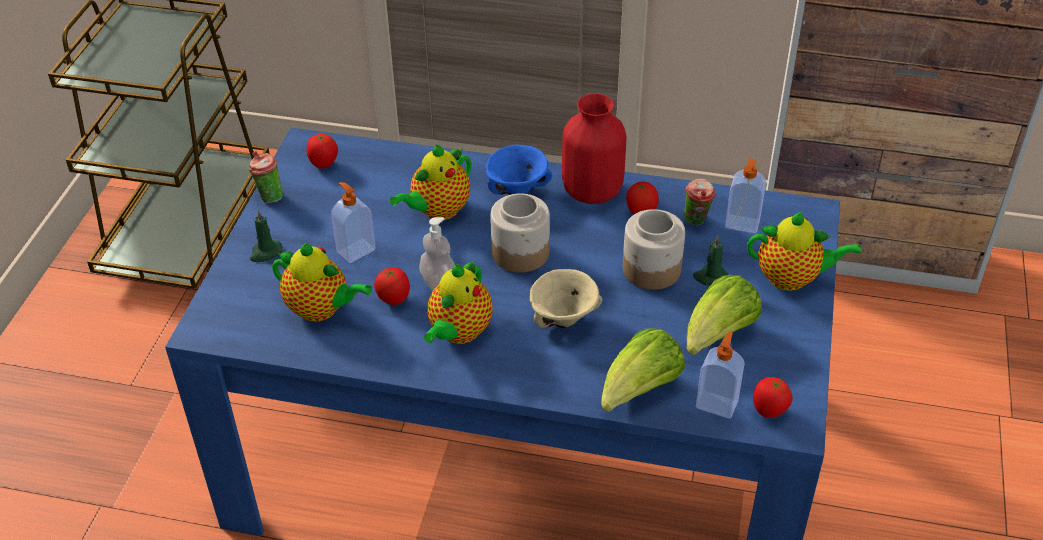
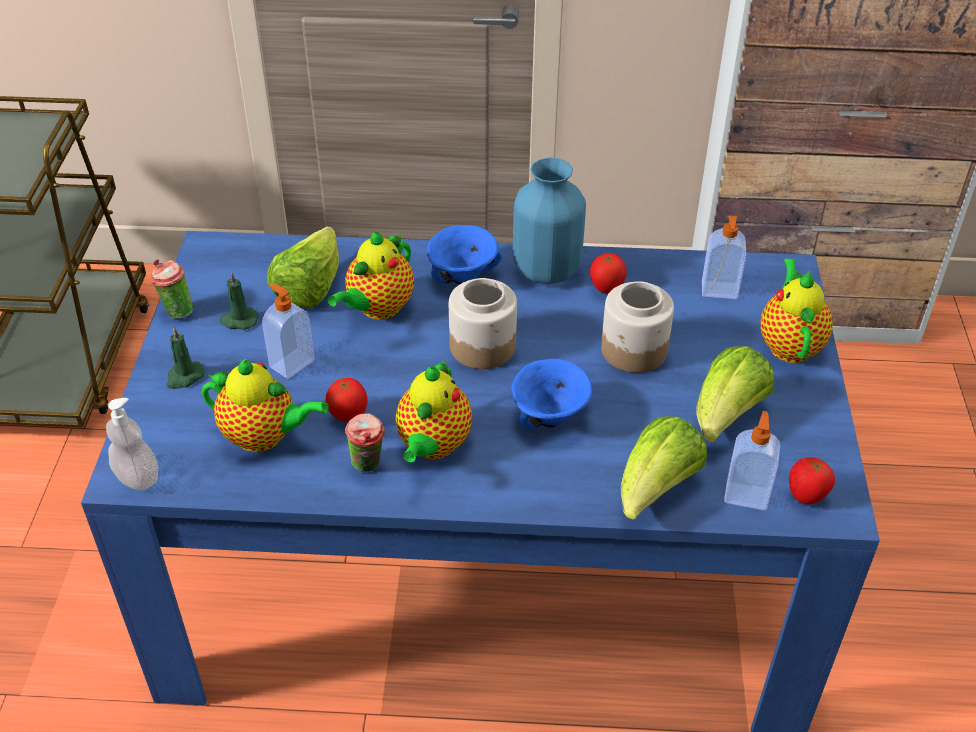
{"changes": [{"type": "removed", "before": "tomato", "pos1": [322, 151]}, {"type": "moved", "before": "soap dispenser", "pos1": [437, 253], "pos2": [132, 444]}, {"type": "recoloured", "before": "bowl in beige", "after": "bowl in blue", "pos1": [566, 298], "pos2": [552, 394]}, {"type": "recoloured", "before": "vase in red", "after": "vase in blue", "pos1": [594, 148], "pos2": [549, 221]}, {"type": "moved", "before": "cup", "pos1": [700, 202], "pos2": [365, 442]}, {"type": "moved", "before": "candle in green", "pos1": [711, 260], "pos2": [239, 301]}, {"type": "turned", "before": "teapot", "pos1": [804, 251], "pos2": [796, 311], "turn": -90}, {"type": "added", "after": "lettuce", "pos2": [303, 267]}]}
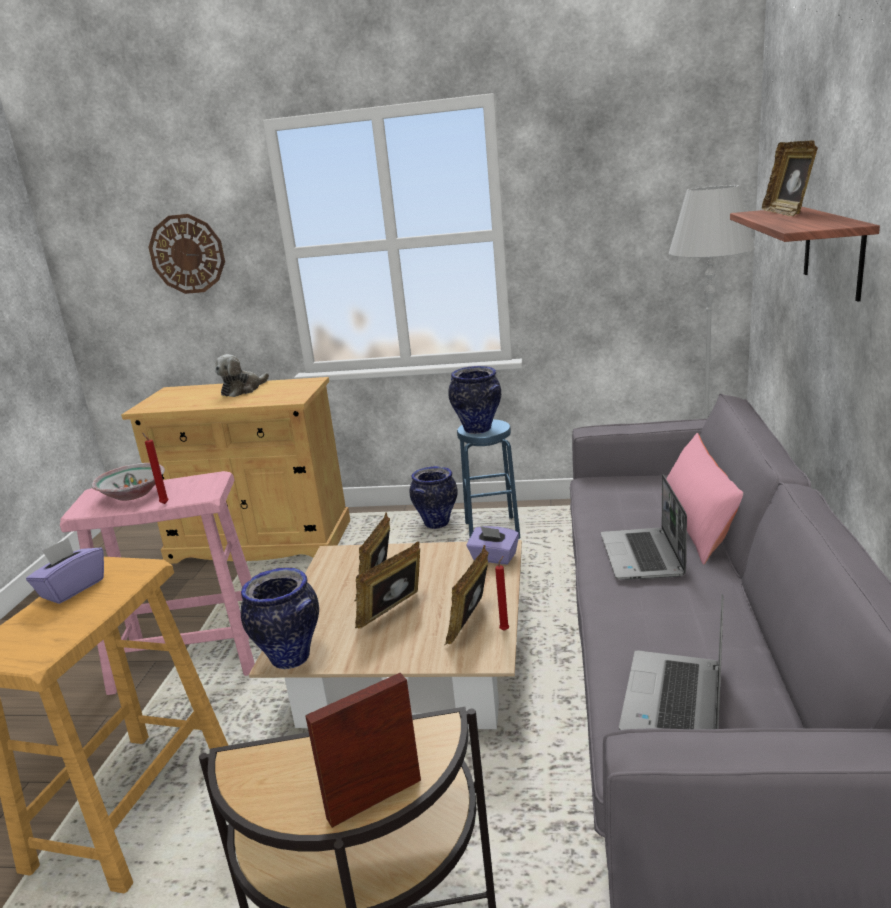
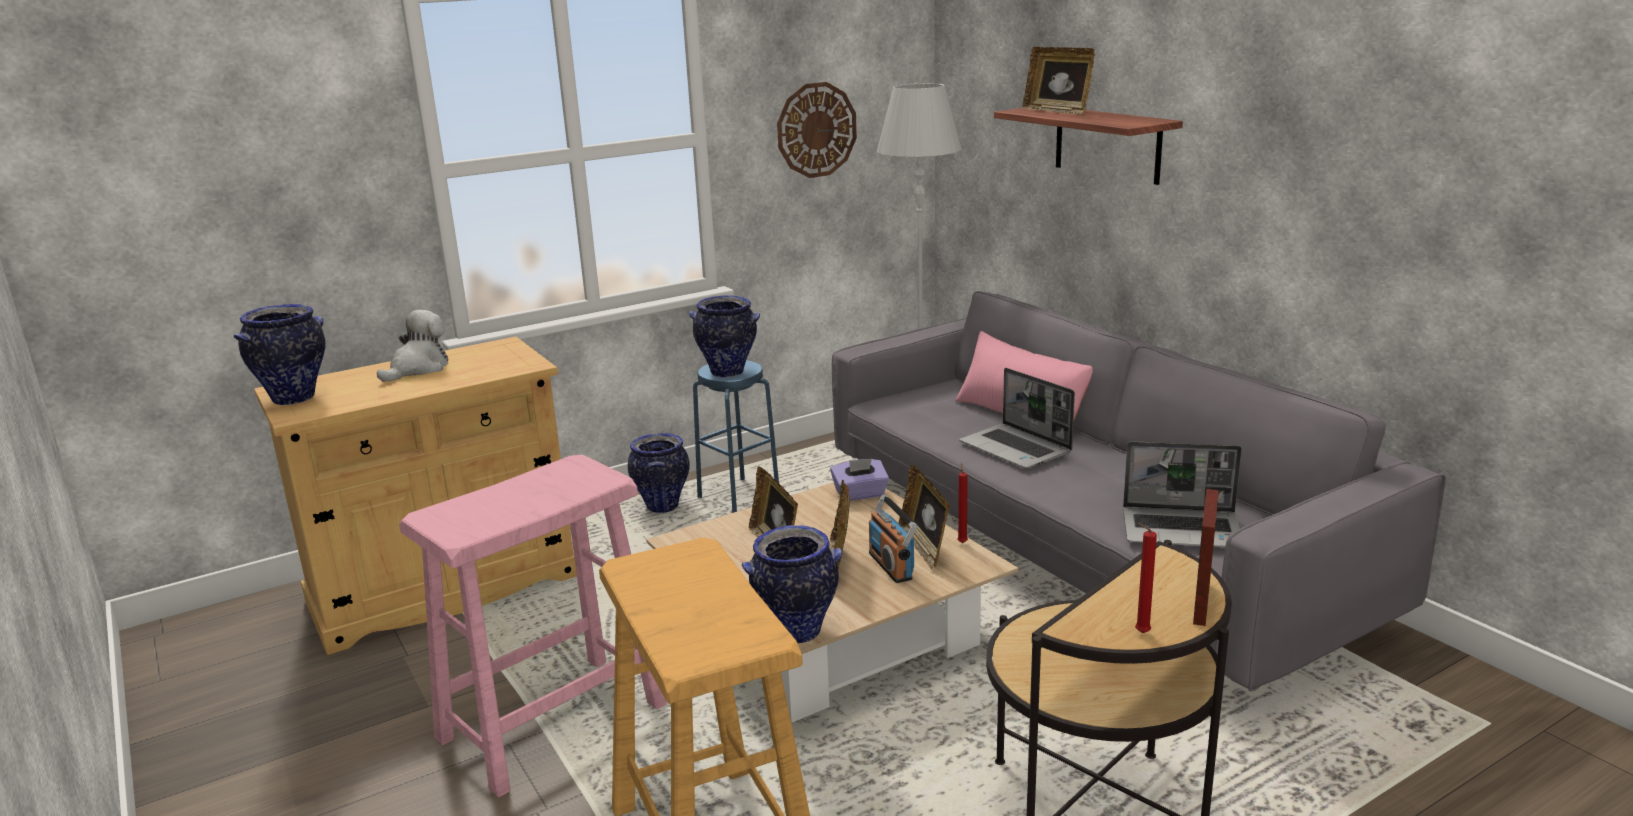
{"changes": [{"type": "removed", "before": "tissue box in purple", "pos1": [65, 571]}, {"type": "removed", "before": "bowl", "pos1": [128, 482]}, {"type": "moved", "before": "candle in red", "pos1": [155, 468], "pos2": [1146, 578]}, {"type": "moved", "before": "wall clock", "pos1": [186, 254], "pos2": [817, 130]}, {"type": "turned", "before": "plush toy", "pos1": [242, 375], "pos2": [412, 346], "turn": -150}, {"type": "turned", "before": "laptop", "pos1": [671, 662], "pos2": [1182, 494], "turn": -60}, {"type": "added", "after": "vase", "pos2": [279, 354]}, {"type": "added", "after": "radio", "pos2": [893, 539]}]}
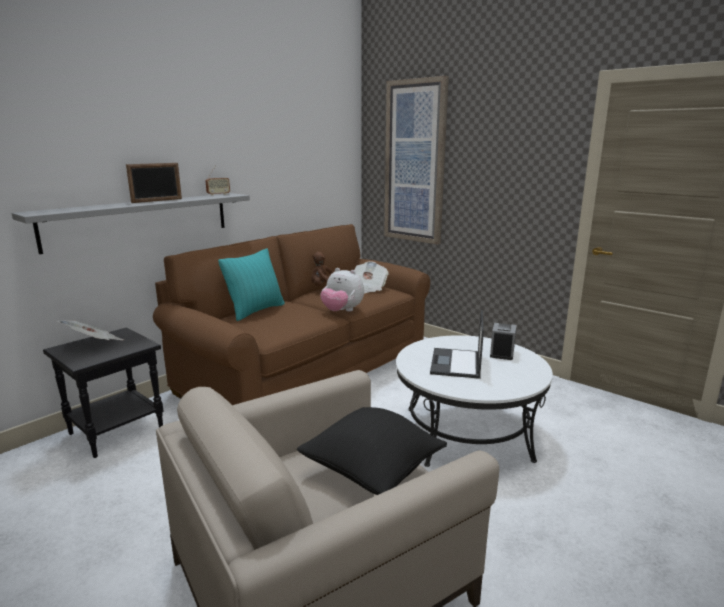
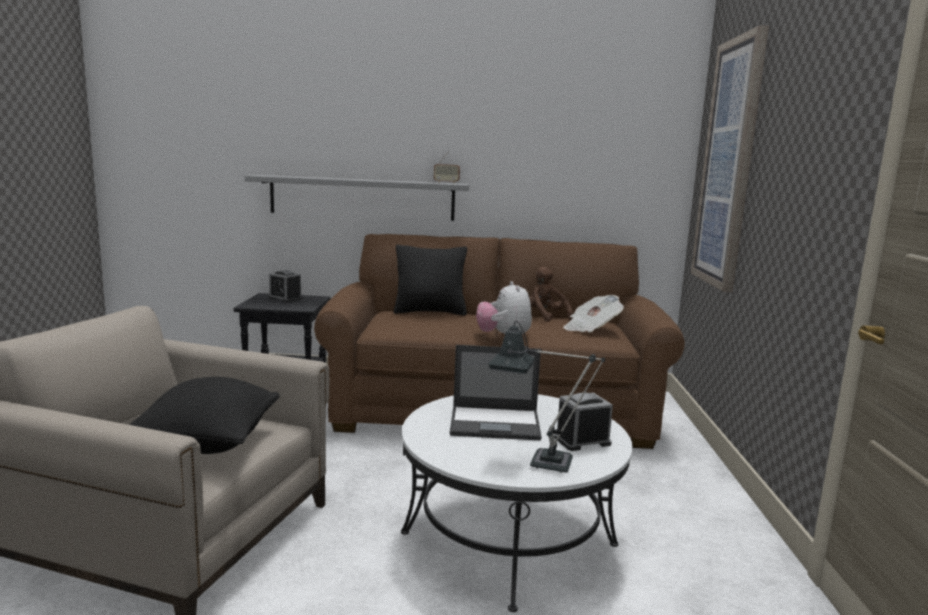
{"changes": [{"type": "replaced", "before": "newspaper", "after": "alarm clock", "pos1": [90, 330], "pos2": [285, 286]}, {"type": "removed", "before": "picture frame", "pos1": [154, 183]}, {"type": "recoloured", "before": "pillow in turquoise", "after": "pillow in black", "pos1": [251, 284], "pos2": [430, 280]}, {"type": "turned", "before": "laptop", "pos1": [457, 344], "pos2": [496, 392], "turn": -150}, {"type": "added", "after": "table lamp", "pos2": [547, 397]}]}
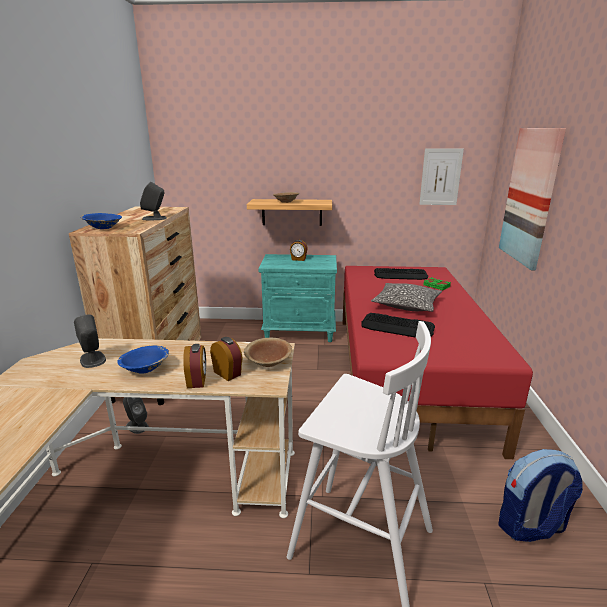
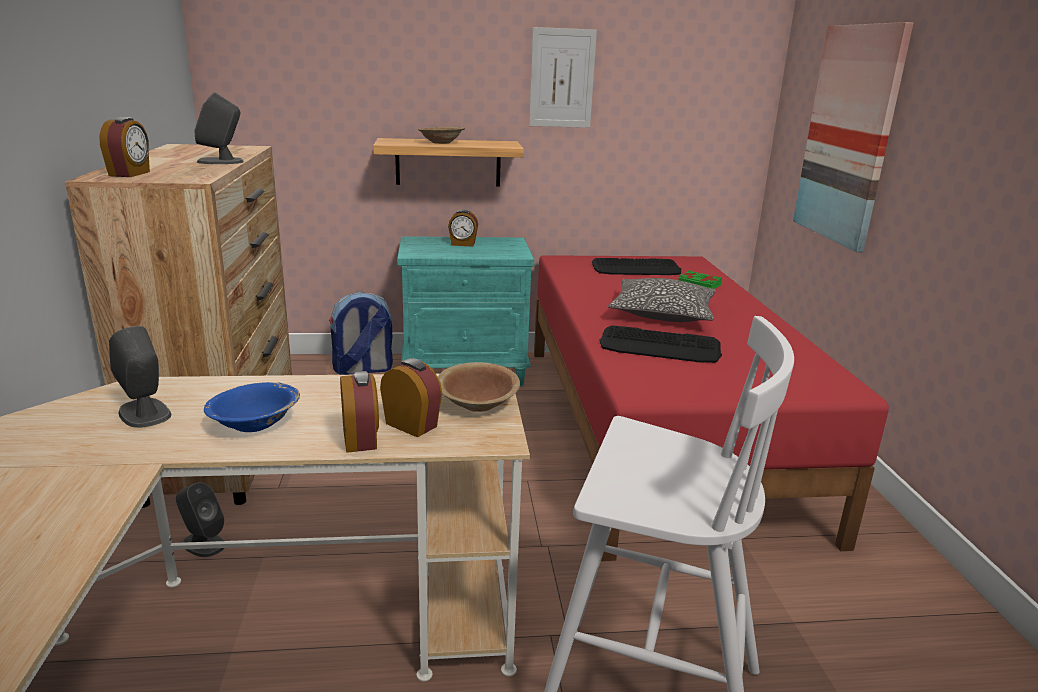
{"changes": [{"type": "replaced", "before": "bowl in blue", "after": "alarm clock", "pos1": [101, 221], "pos2": [124, 147]}, {"type": "moved", "before": "picture", "pos1": [441, 176], "pos2": [563, 77]}, {"type": "moved", "before": "backpack", "pos1": [540, 495], "pos2": [361, 333]}]}
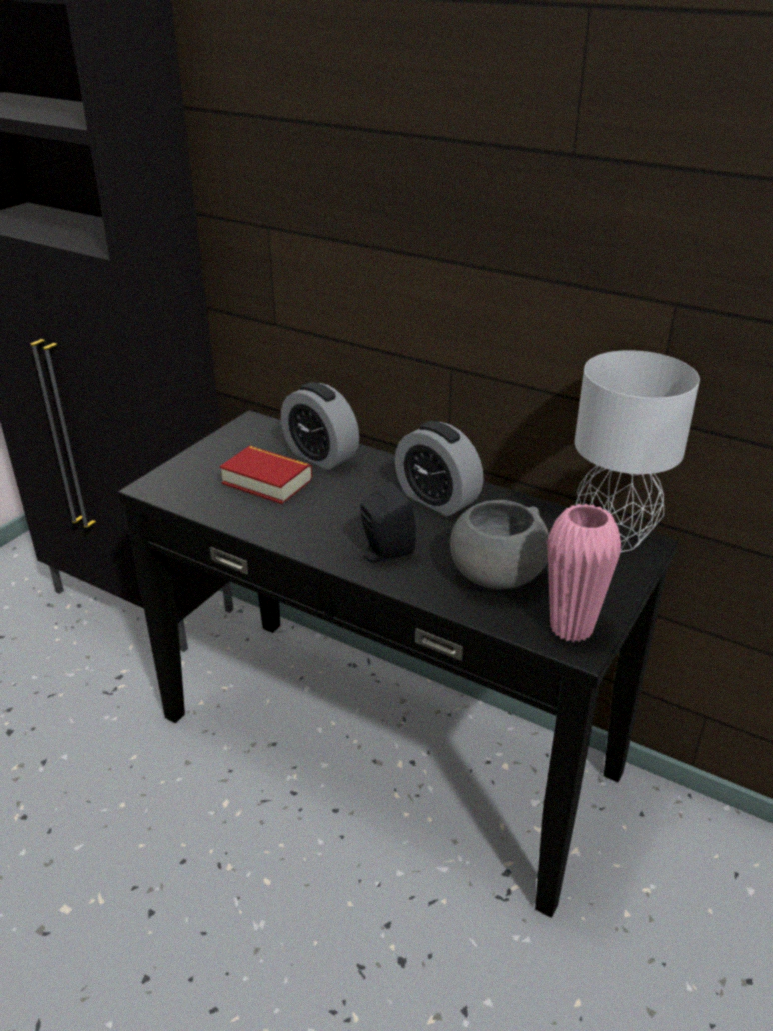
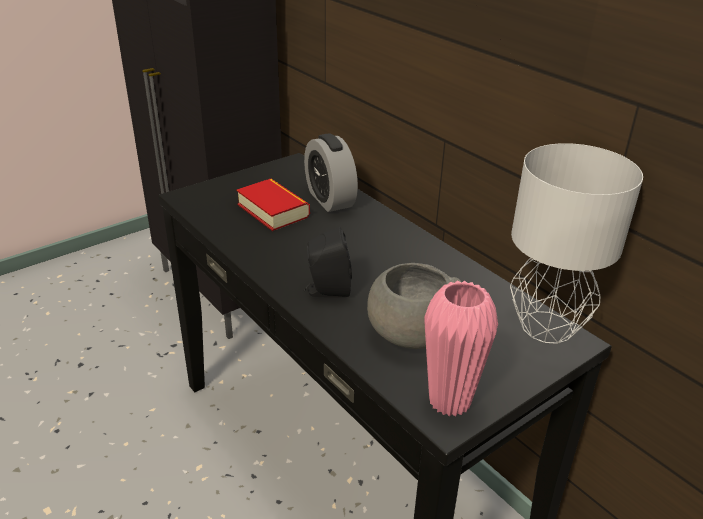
{"changes": [{"type": "removed", "before": "alarm clock", "pos1": [439, 469]}]}
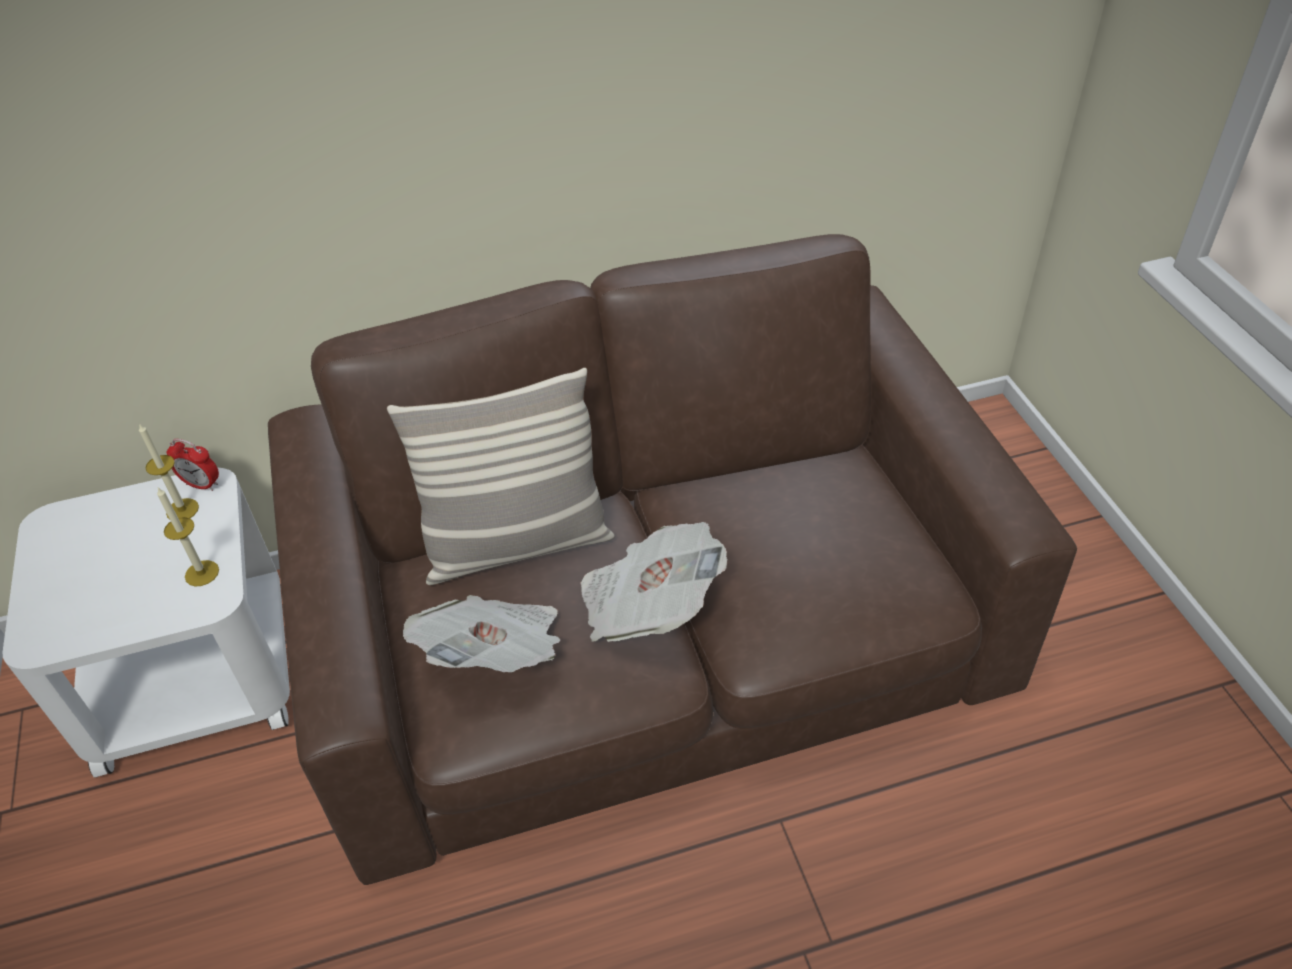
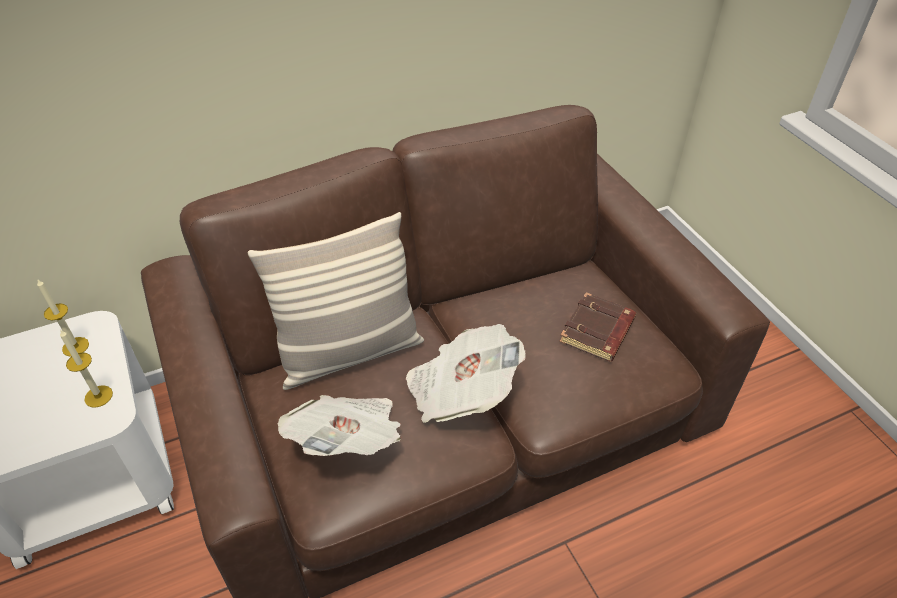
{"changes": [{"type": "removed", "before": "alarm clock", "pos1": [193, 465]}, {"type": "added", "after": "book in brown", "pos2": [597, 326]}]}
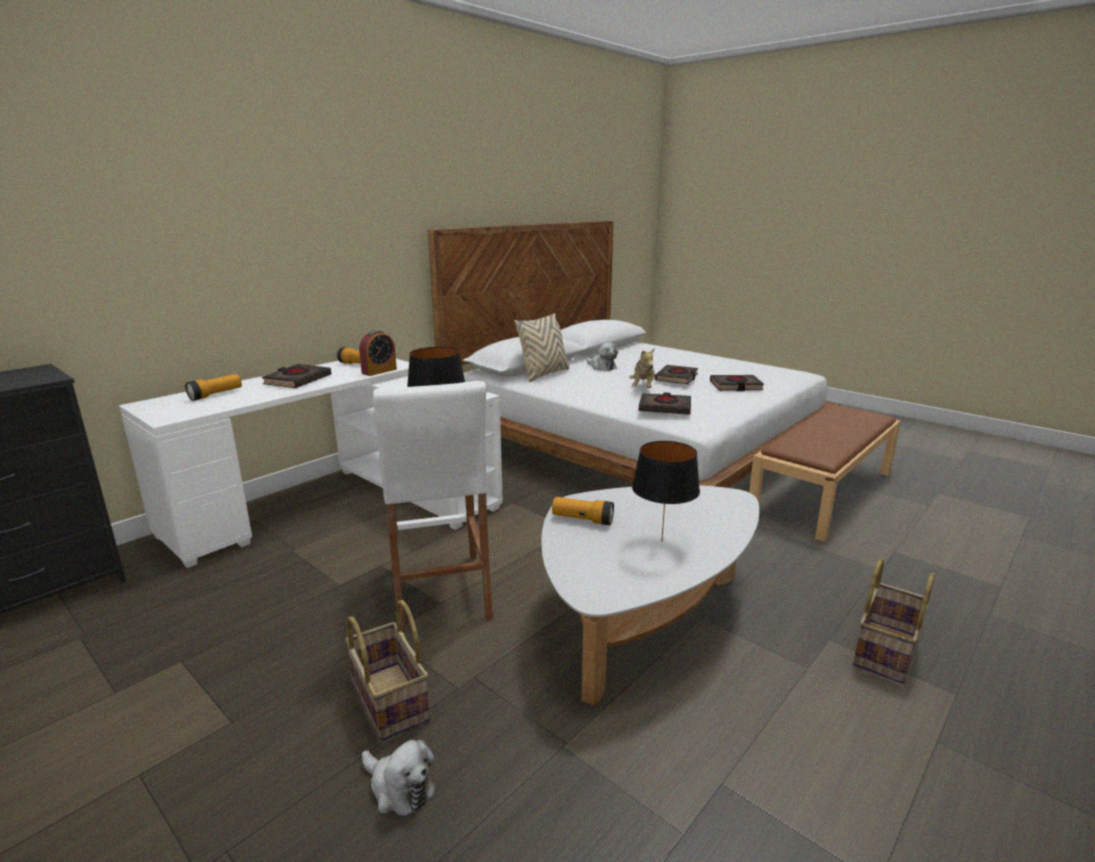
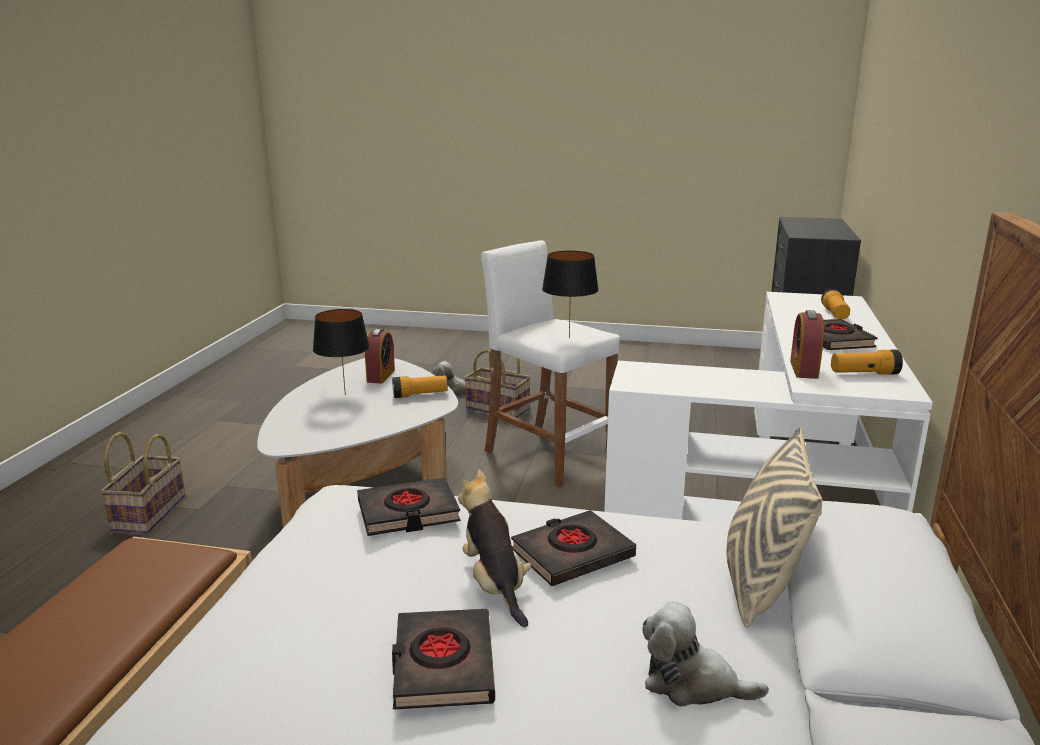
{"changes": [{"type": "moved", "before": "book in black", "pos1": [737, 383], "pos2": [573, 548]}, {"type": "added", "after": "alarm clock", "pos2": [380, 356]}]}
